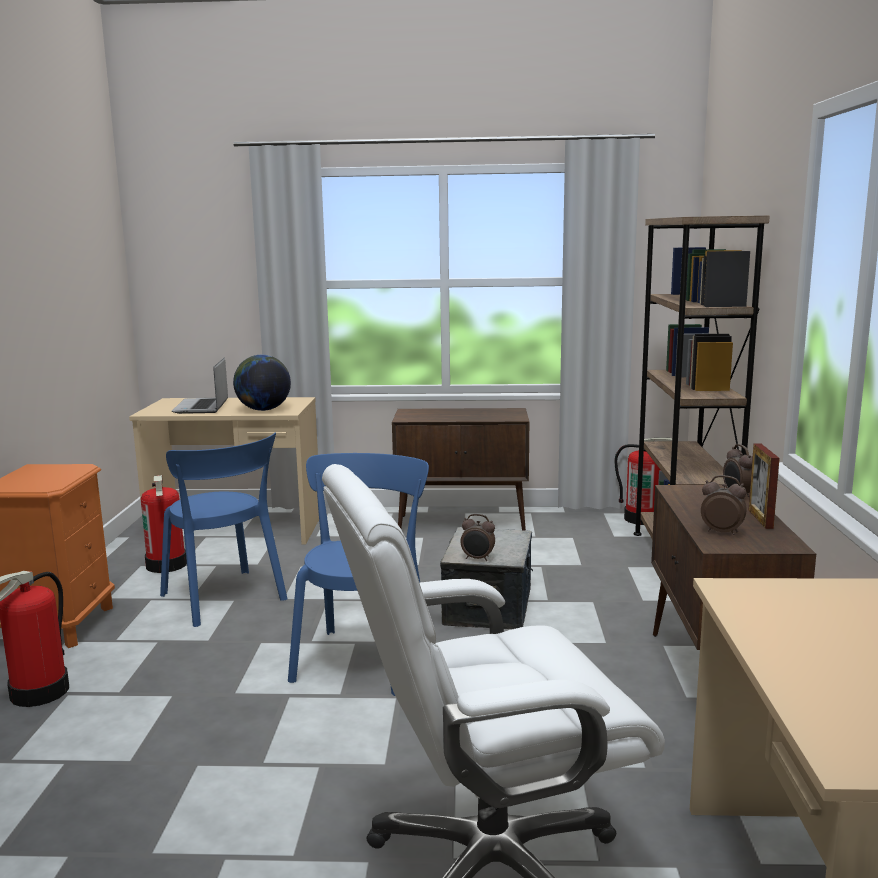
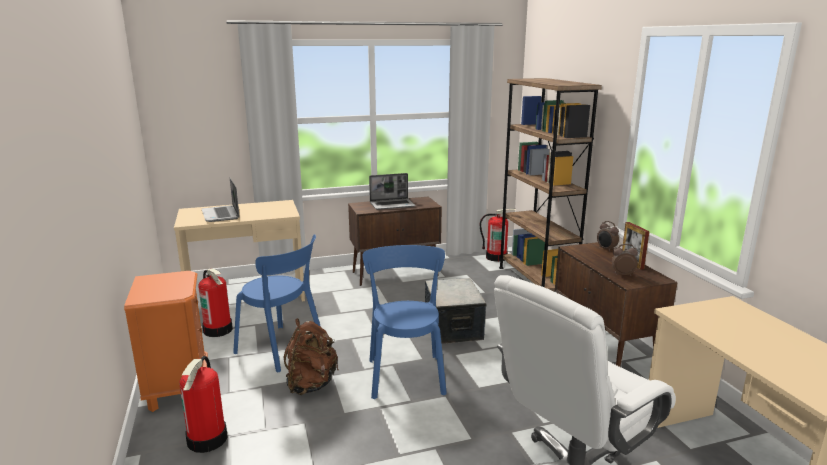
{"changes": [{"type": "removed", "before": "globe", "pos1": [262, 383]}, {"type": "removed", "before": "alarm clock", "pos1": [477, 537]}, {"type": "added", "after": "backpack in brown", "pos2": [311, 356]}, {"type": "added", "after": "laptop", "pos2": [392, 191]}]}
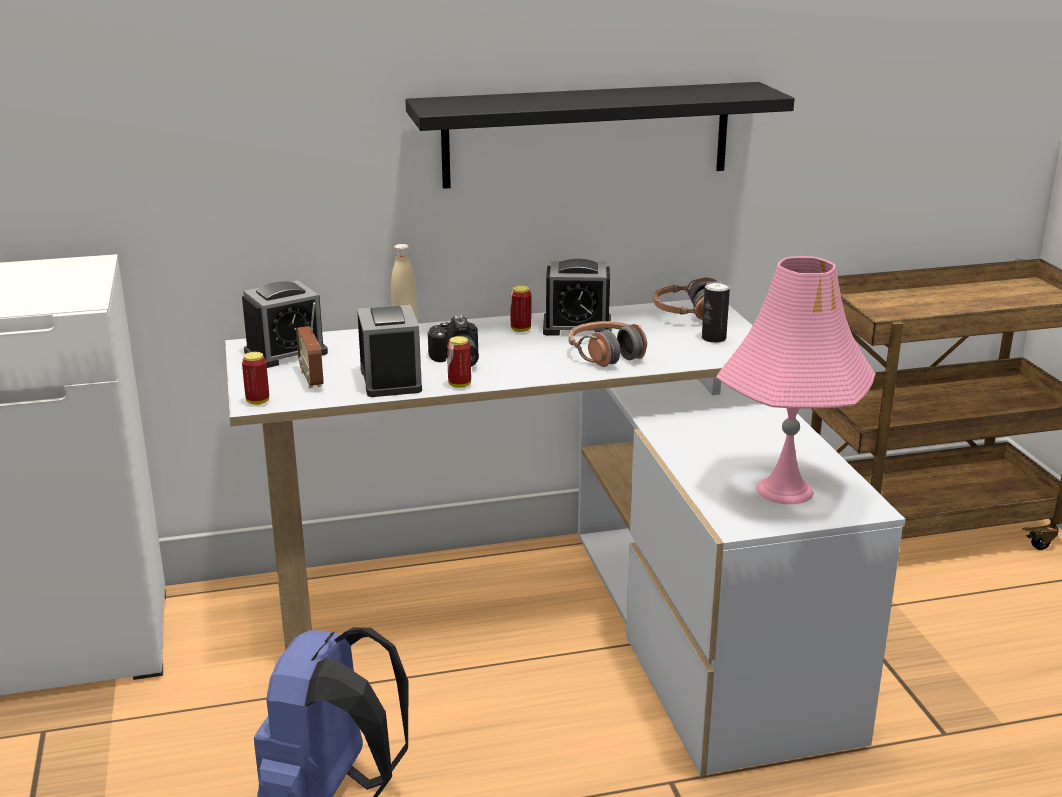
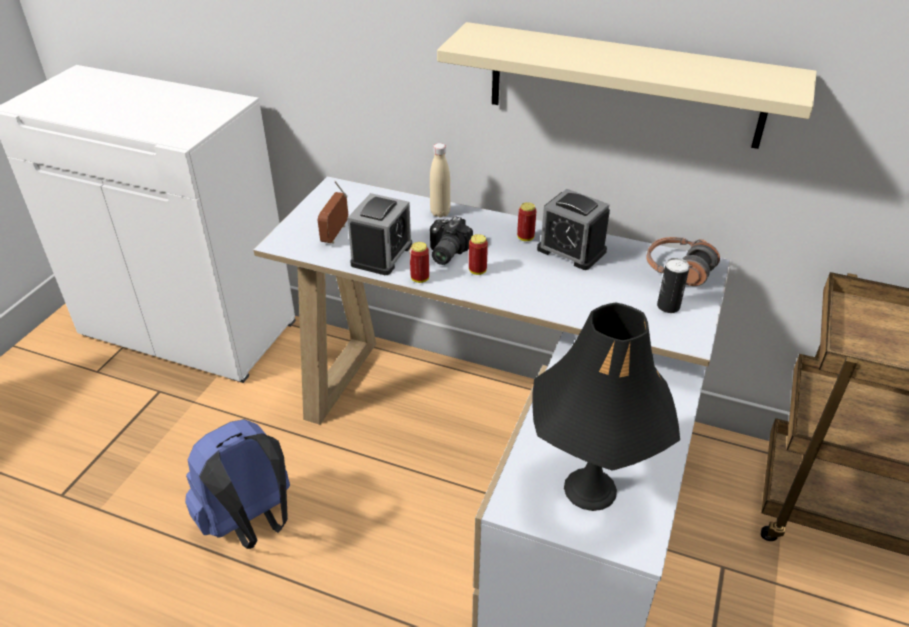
{"changes": [{"type": "removed", "before": "alarm clock", "pos1": [285, 324]}, {"type": "moved", "before": "can", "pos1": [255, 378], "pos2": [478, 254]}, {"type": "recoloured", "before": "shelf in black", "after": "shelf in beige", "pos1": [599, 135], "pos2": [627, 85]}, {"type": "removed", "before": "headphones", "pos1": [608, 344]}, {"type": "recoloured", "before": "table lamp in pink", "after": "table lamp in black", "pos1": [795, 380], "pos2": [606, 406]}]}
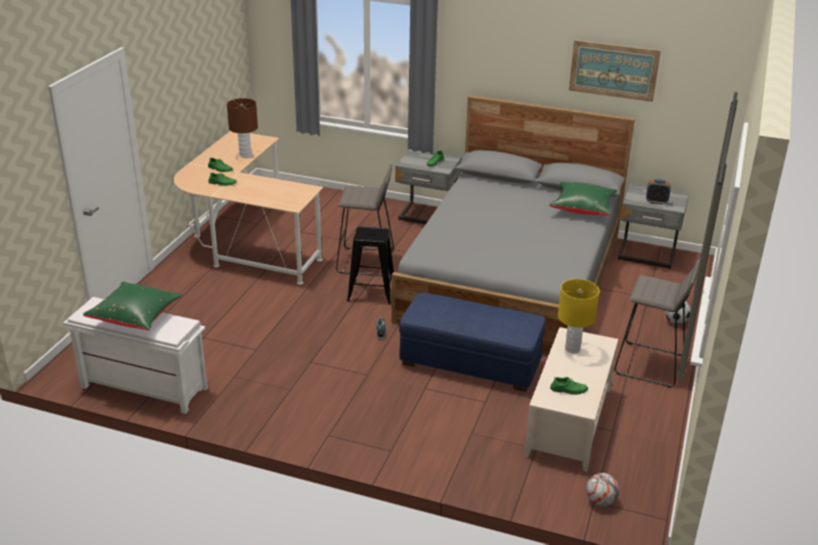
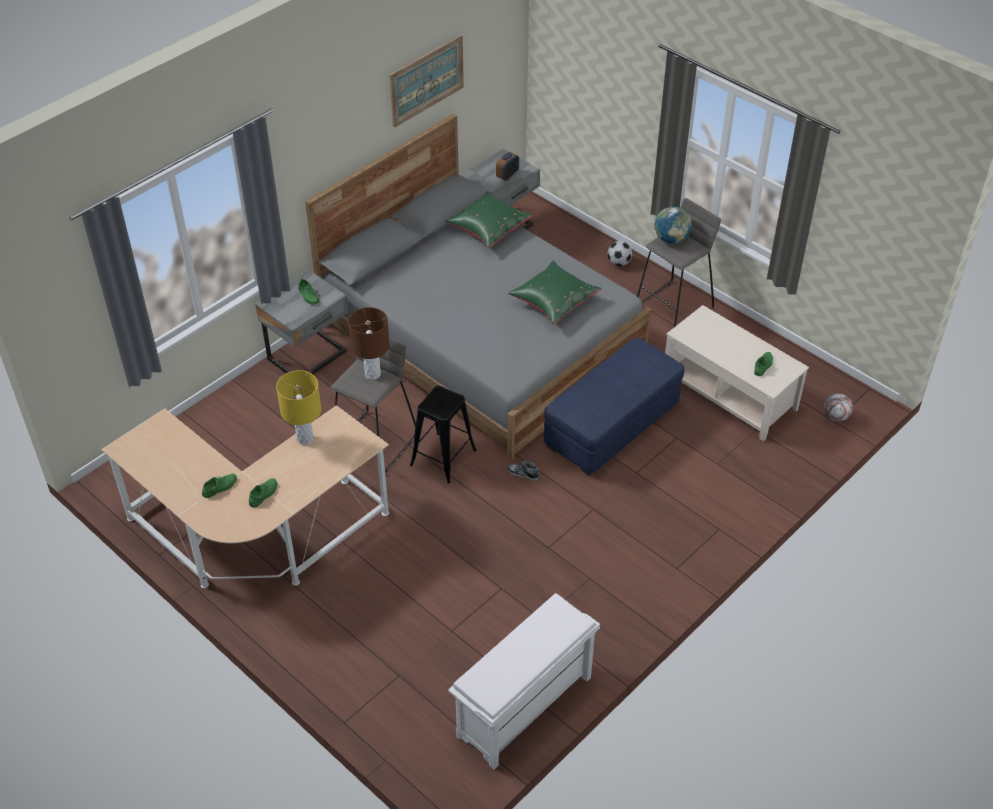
{"changes": [{"type": "moved", "before": "pillow in green", "pos1": [133, 305], "pos2": [555, 292]}, {"type": "moved", "before": "table lamp in brown", "pos1": [242, 128], "pos2": [369, 343]}, {"type": "moved", "before": "table lamp in yellow", "pos1": [579, 316], "pos2": [298, 407]}, {"type": "added", "after": "globe", "pos2": [673, 225]}]}
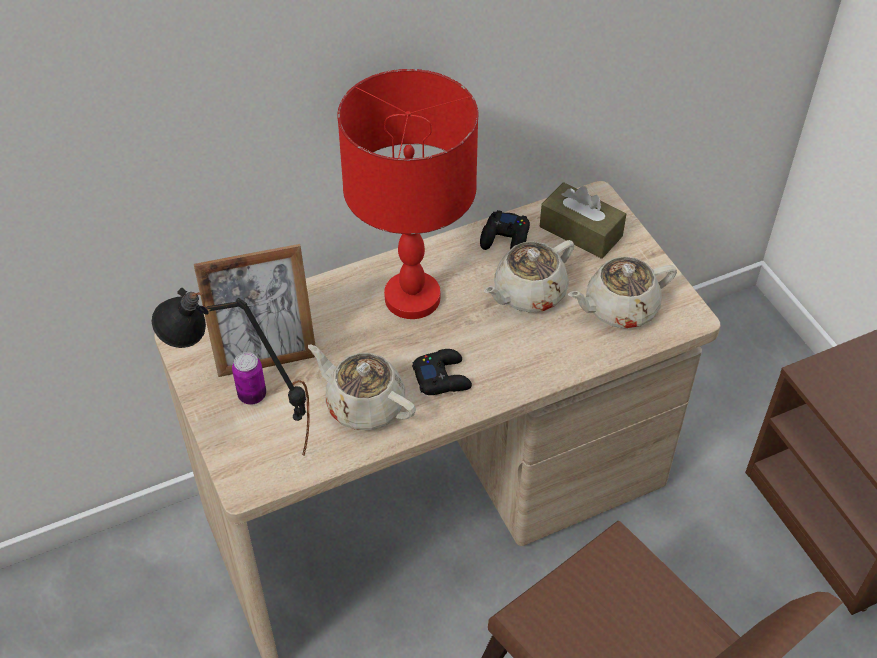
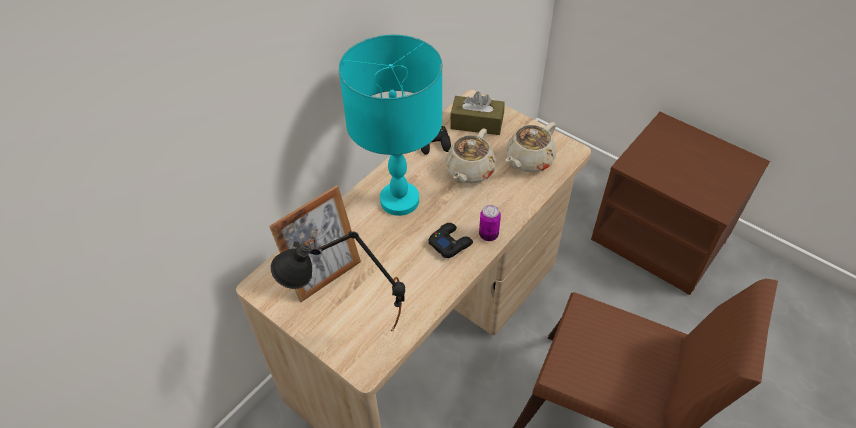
{"changes": [{"type": "moved", "before": "can", "pos1": [249, 378], "pos2": [490, 223]}, {"type": "removed", "before": "teapot in beige", "pos1": [362, 387]}, {"type": "recoloured", "before": "table lamp in red", "after": "table lamp in turquoise", "pos1": [407, 194], "pos2": [390, 125]}]}
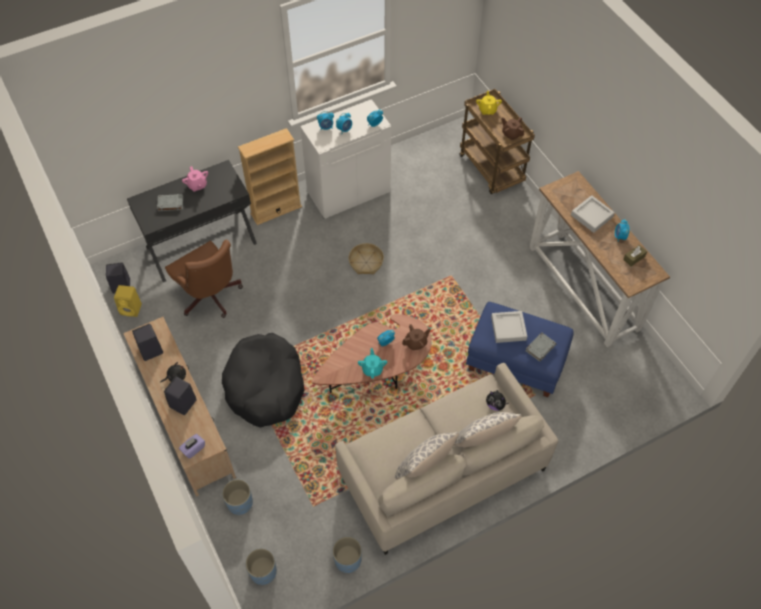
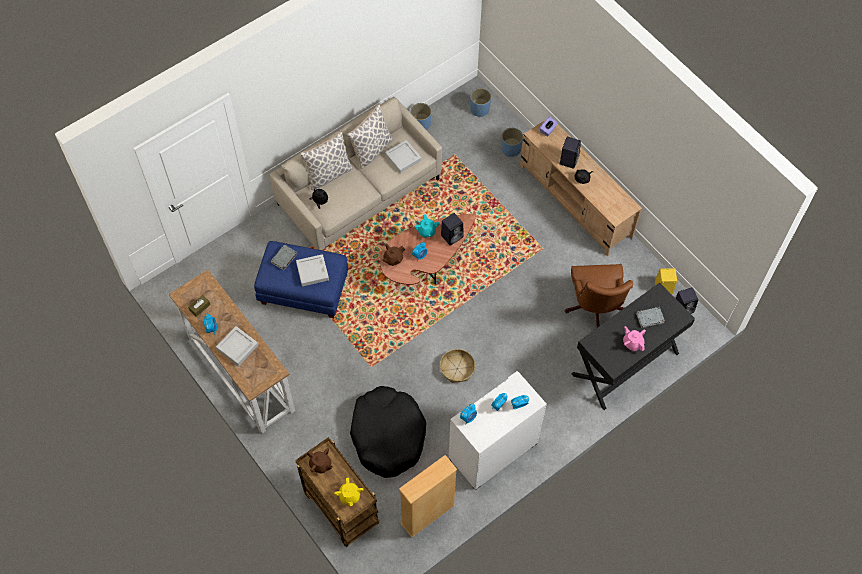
{"changes": [{"type": "moved", "before": "speaker in black", "pos1": [147, 342], "pos2": [452, 229]}, {"type": "turned", "before": "office chair in brown", "pos1": [204, 279], "pos2": [599, 297], "turn": -135}, {"type": "moved", "before": "dog bed in black", "pos1": [263, 380], "pos2": [388, 432]}, {"type": "moved", "before": "bookcase in beige", "pos1": [270, 176], "pos2": [428, 496]}, {"type": "added", "after": "tray in grey", "pos2": [403, 156]}]}
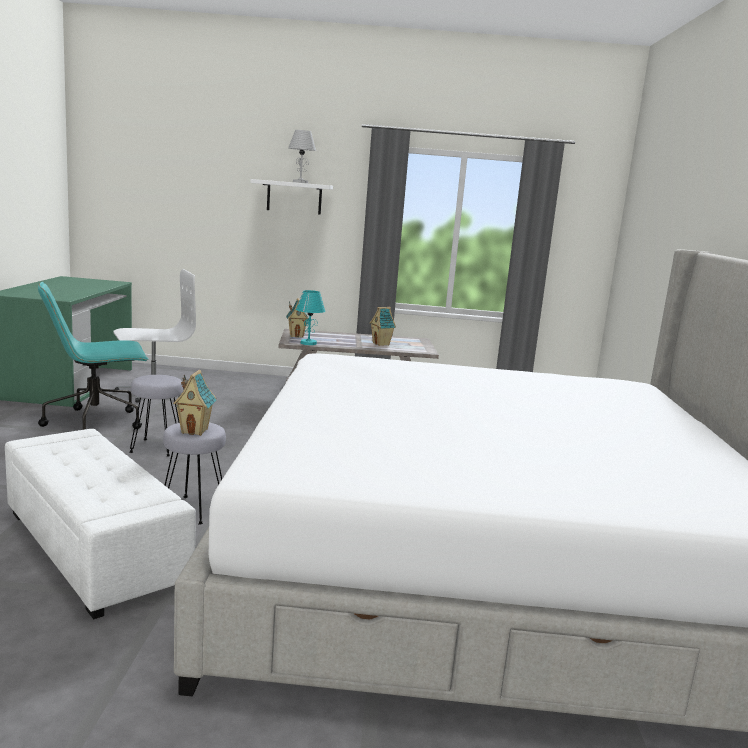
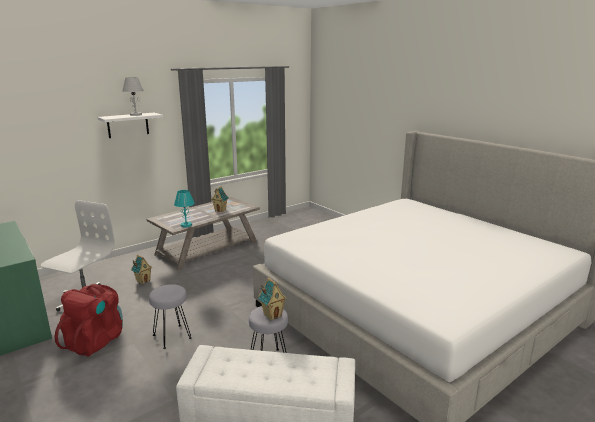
{"changes": [{"type": "replaced", "before": "office chair in turquoise", "after": "backpack in red", "pos1": [93, 356], "pos2": [88, 320]}, {"type": "moved", "before": "toy house", "pos1": [297, 318], "pos2": [142, 269]}]}
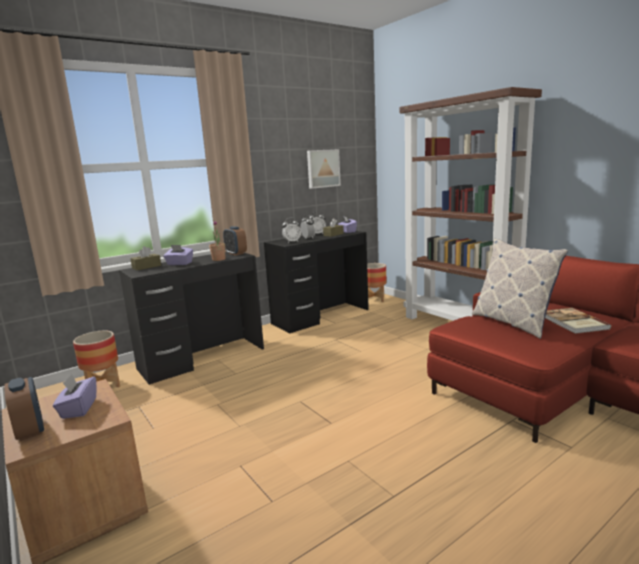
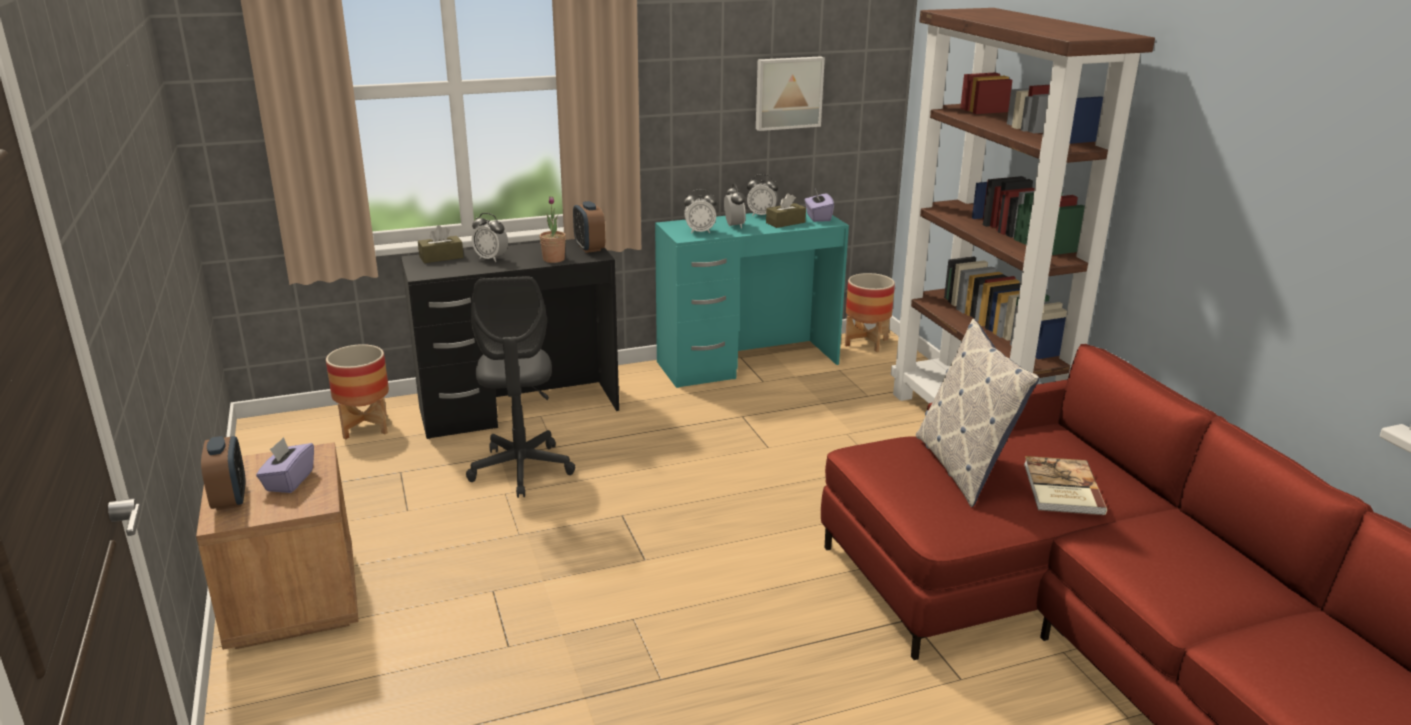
{"changes": [{"type": "replaced", "before": "tissue box in purple", "after": "alarm clock", "pos1": [178, 255], "pos2": [490, 237]}, {"type": "recoloured", "before": "desk in black", "after": "desk in turquoise", "pos1": [316, 282], "pos2": [752, 299]}, {"type": "added", "after": "office chair in grey", "pos2": [520, 387]}]}
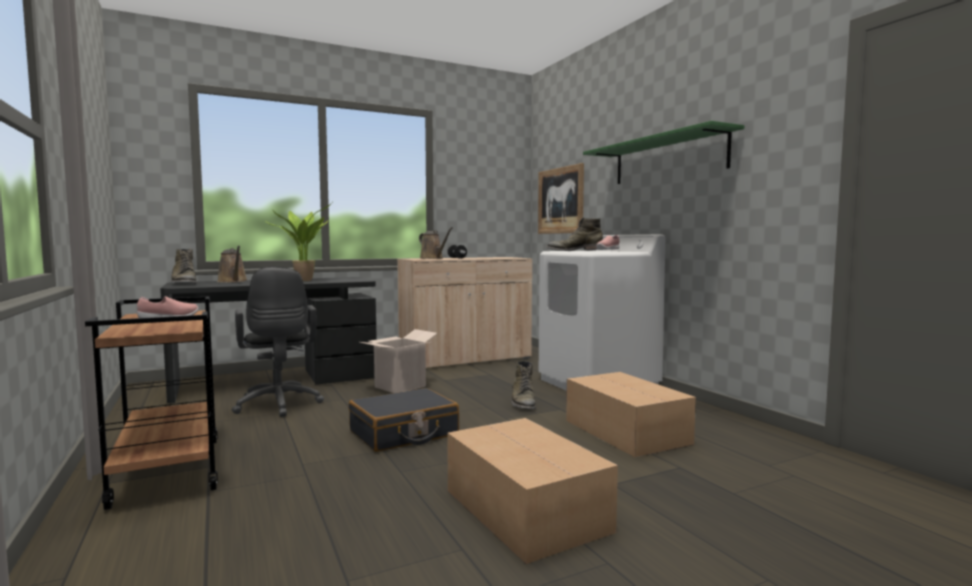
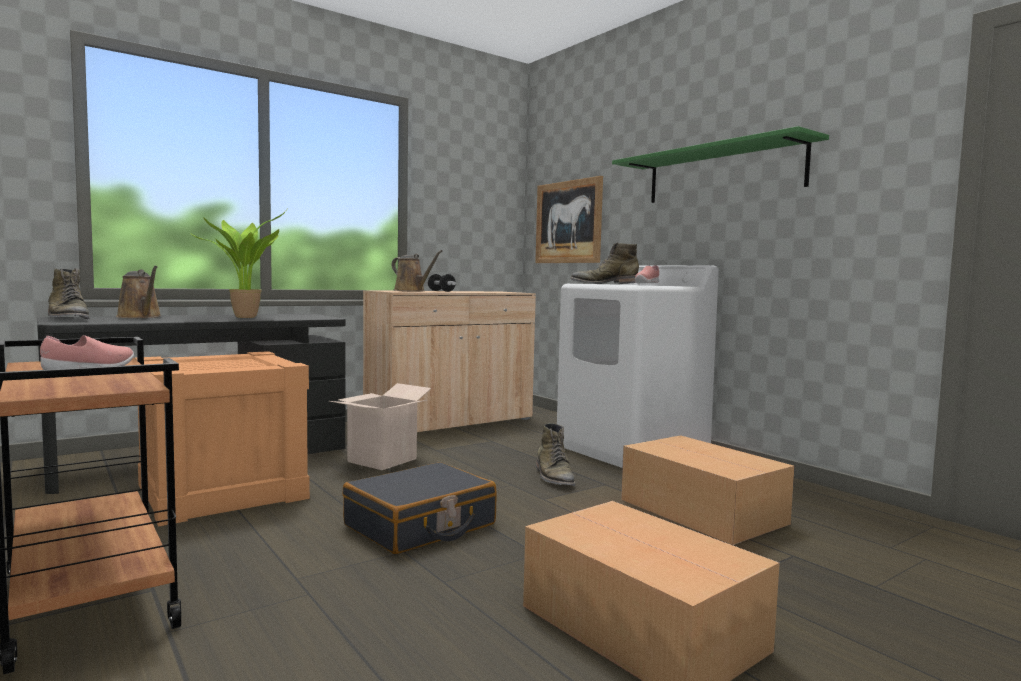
{"changes": [{"type": "replaced", "before": "office chair in black", "after": "crate", "pos1": [278, 341], "pos2": [222, 438]}]}
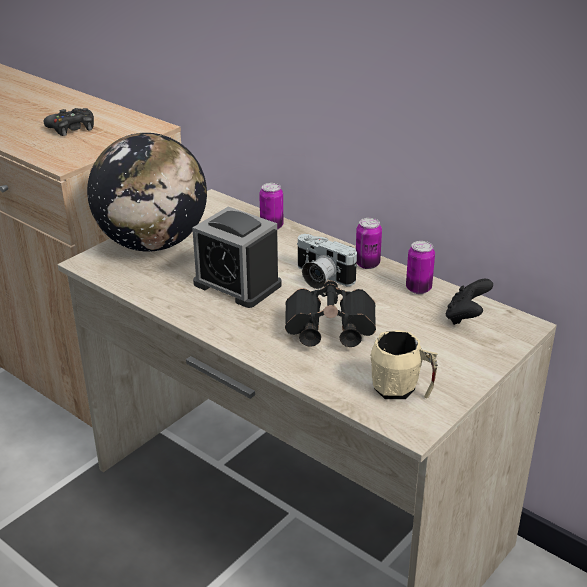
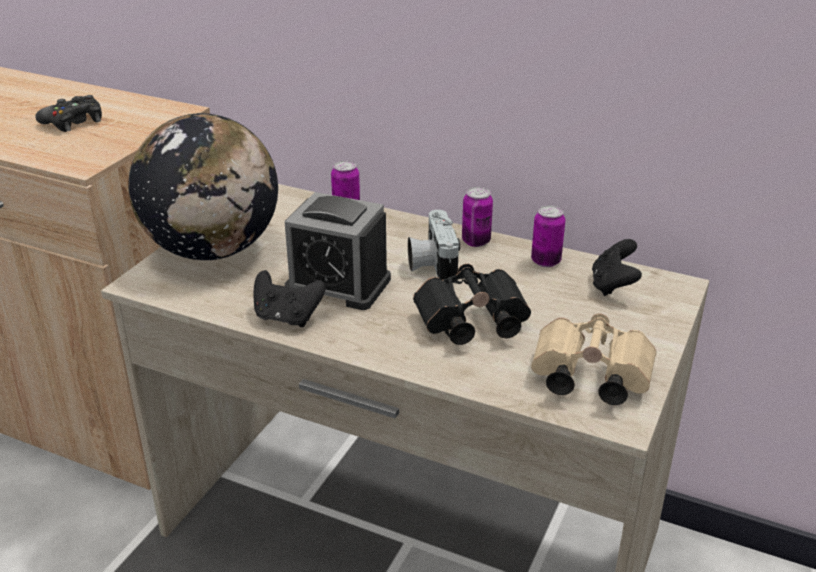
{"changes": [{"type": "turned", "before": "photo camera", "pos1": [327, 261], "pos2": [434, 246], "turn": 60}, {"type": "replaced", "before": "mug in beige", "after": "binoculars in beige", "pos1": [404, 364], "pos2": [593, 359]}, {"type": "added", "after": "game controller in black", "pos2": [289, 298]}]}
